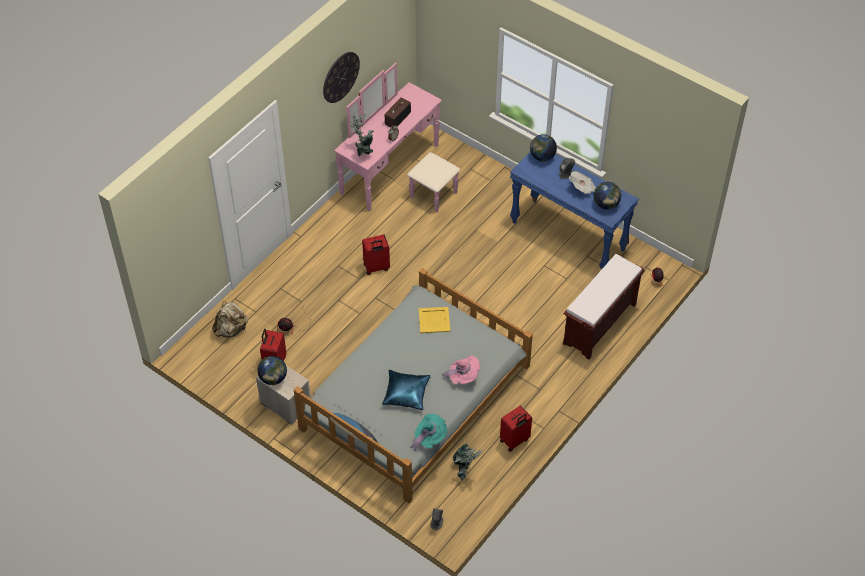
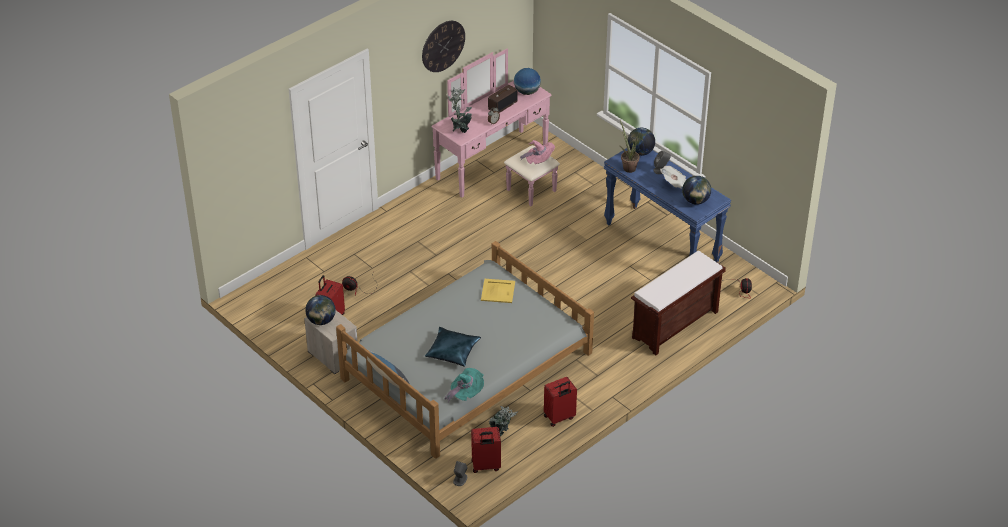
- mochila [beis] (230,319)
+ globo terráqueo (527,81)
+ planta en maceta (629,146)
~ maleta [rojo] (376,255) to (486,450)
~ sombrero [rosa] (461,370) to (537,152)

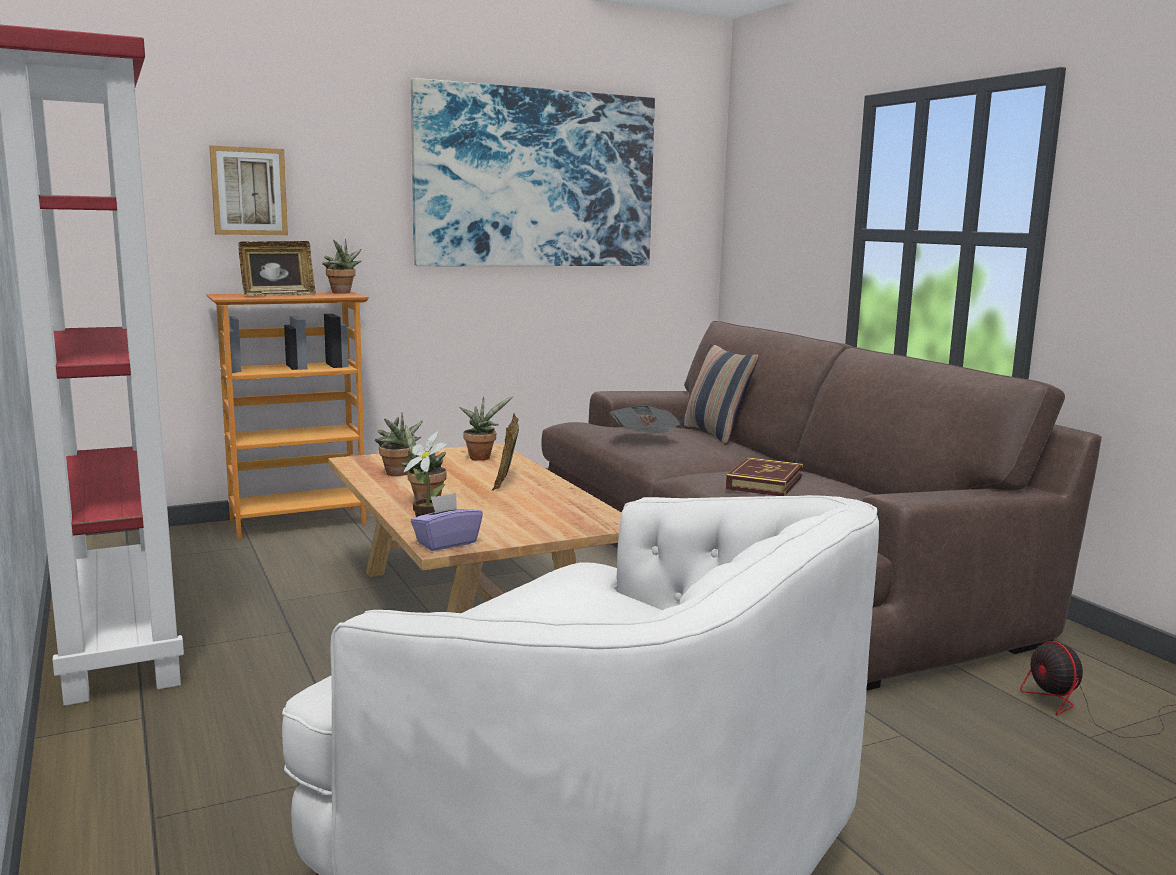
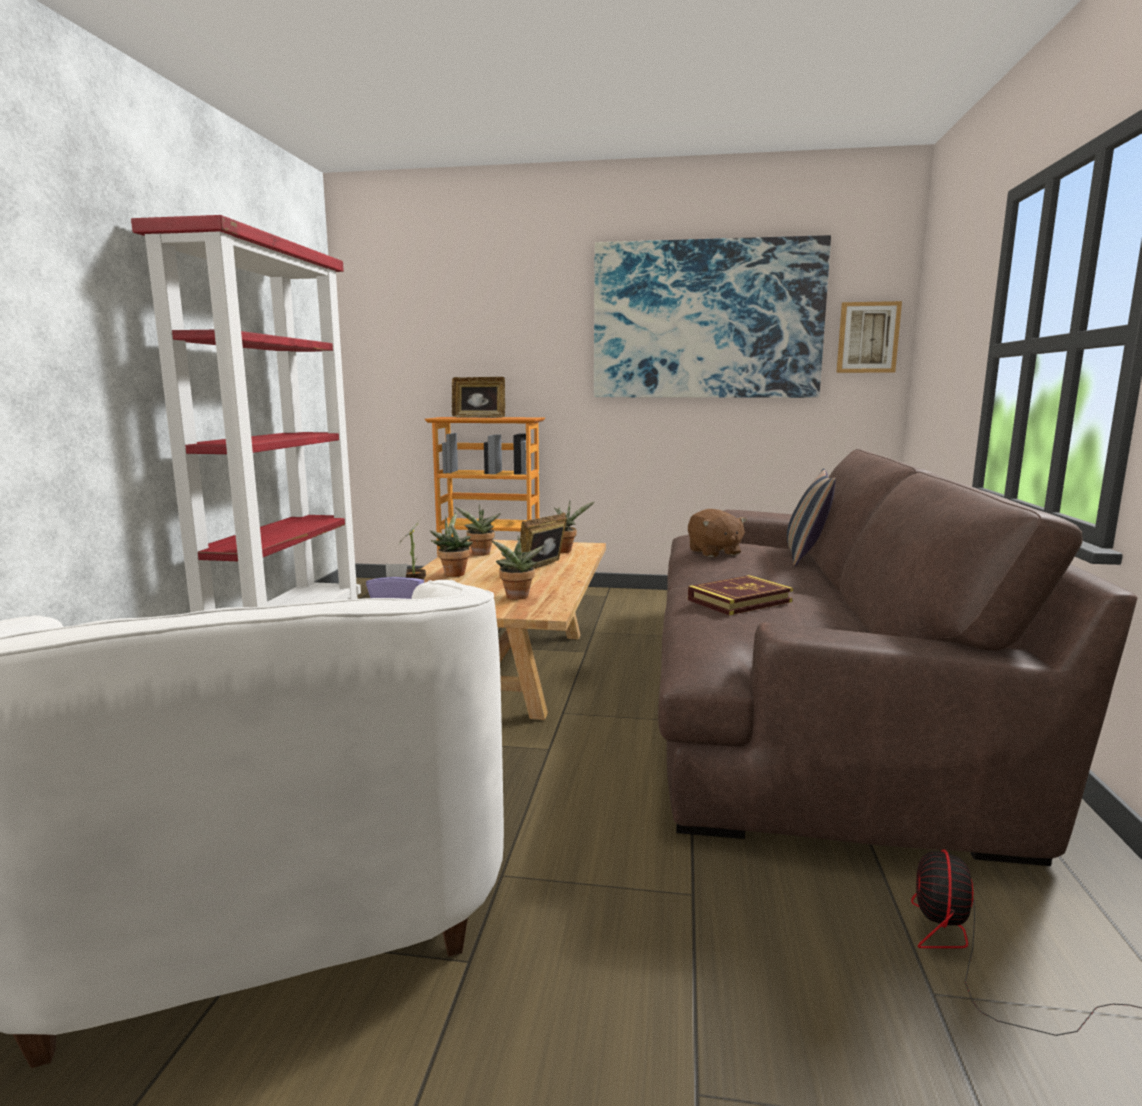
~ cuadro (248,190) to (869,337)
~ planta en maceta (341,266) to (518,567)
~ periódico (645,419) to peluche [marrón] (717,533)

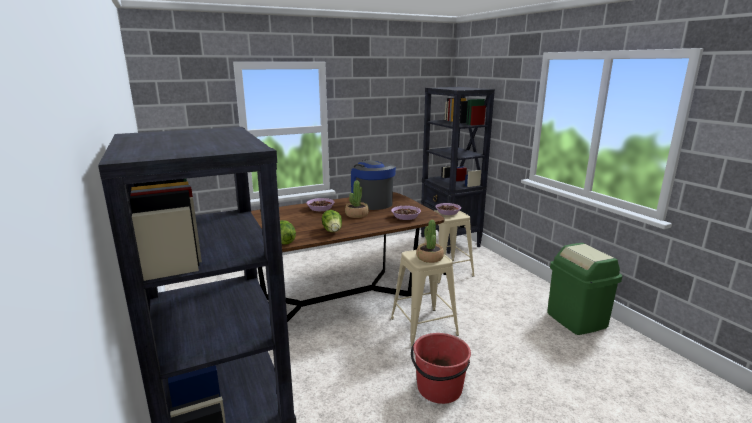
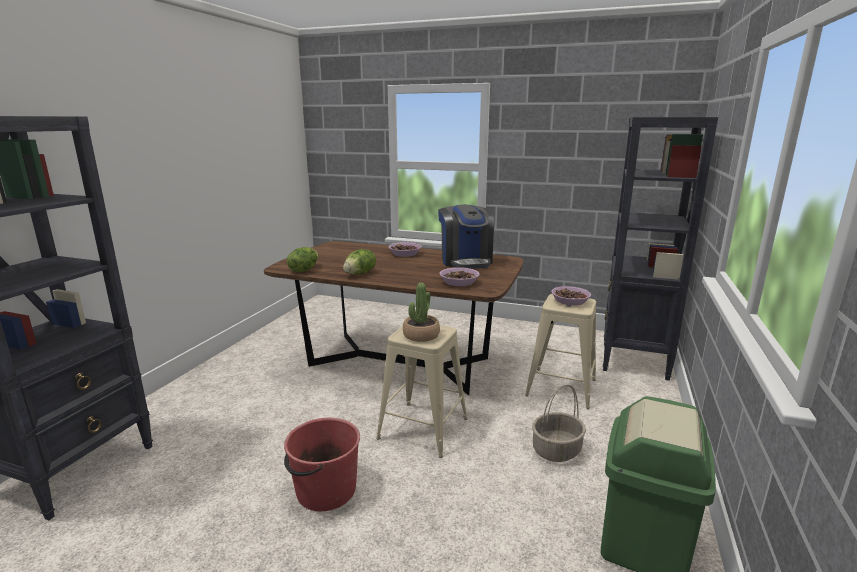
- planta en maceta (357,199)
+ cesta (559,423)
~ cafetera (373,185) = (466,236) 150 degrees clockwise

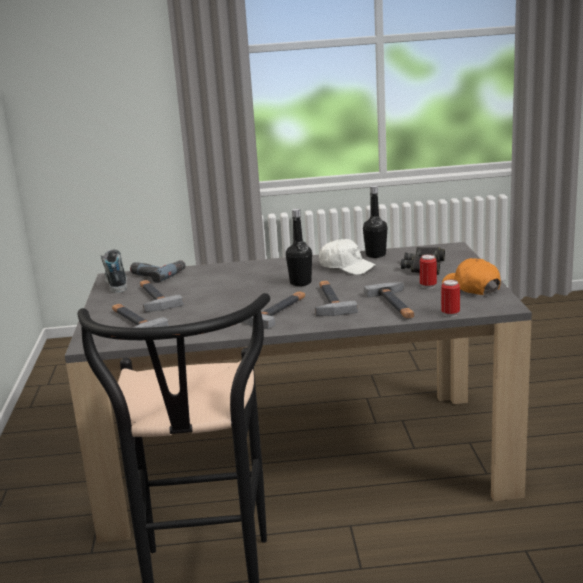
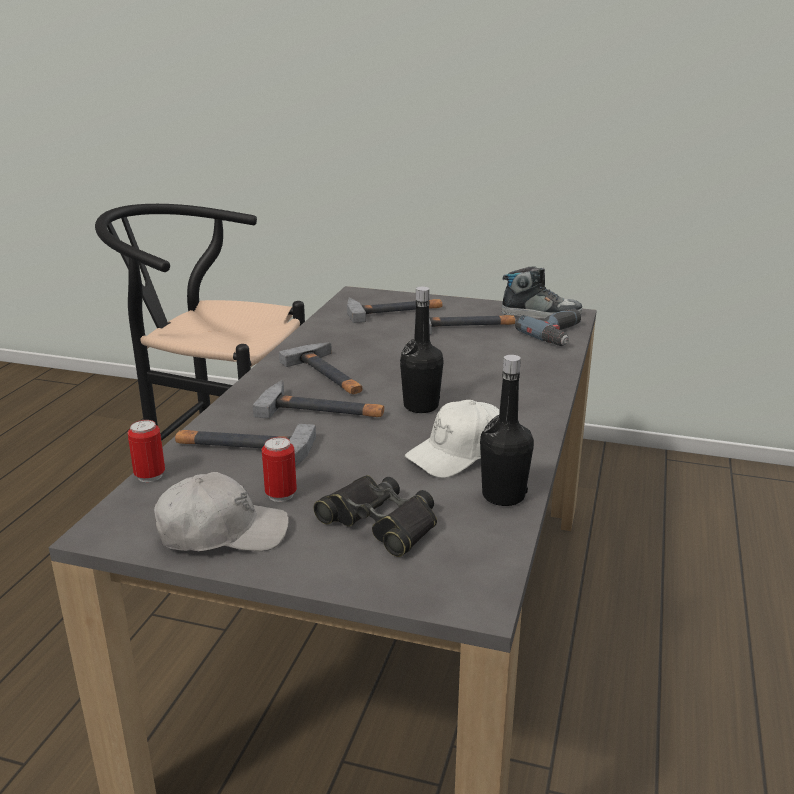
~ gorra [naranja] (471,276) to gorra [blanco] (221,511)

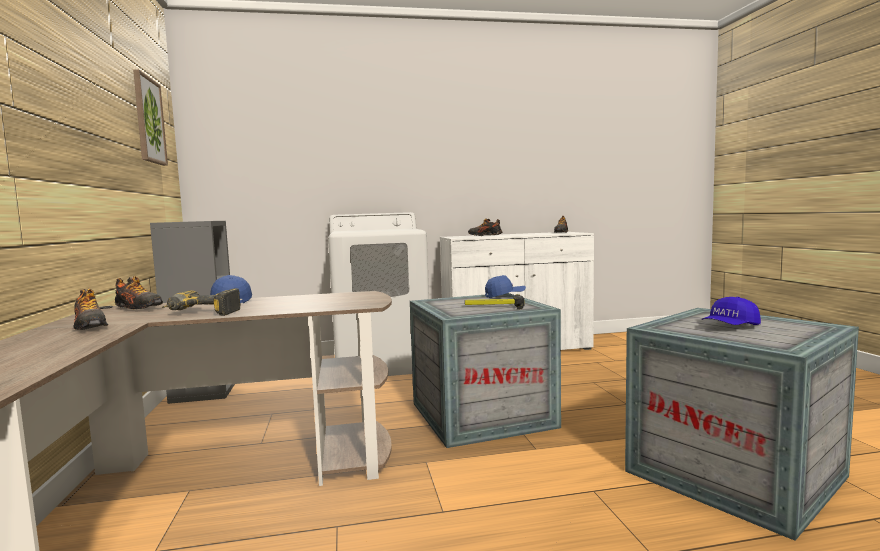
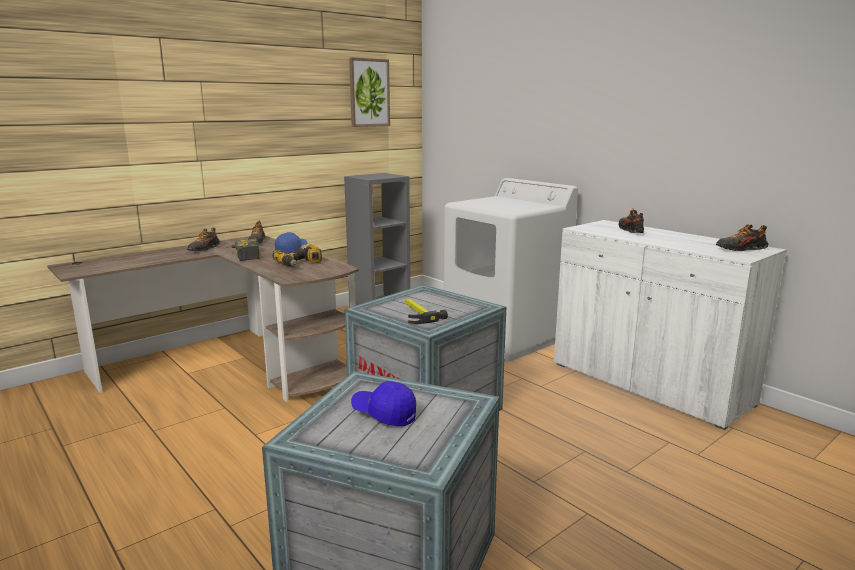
- gorra [azul] (505,286)
+ taladro (297,256)

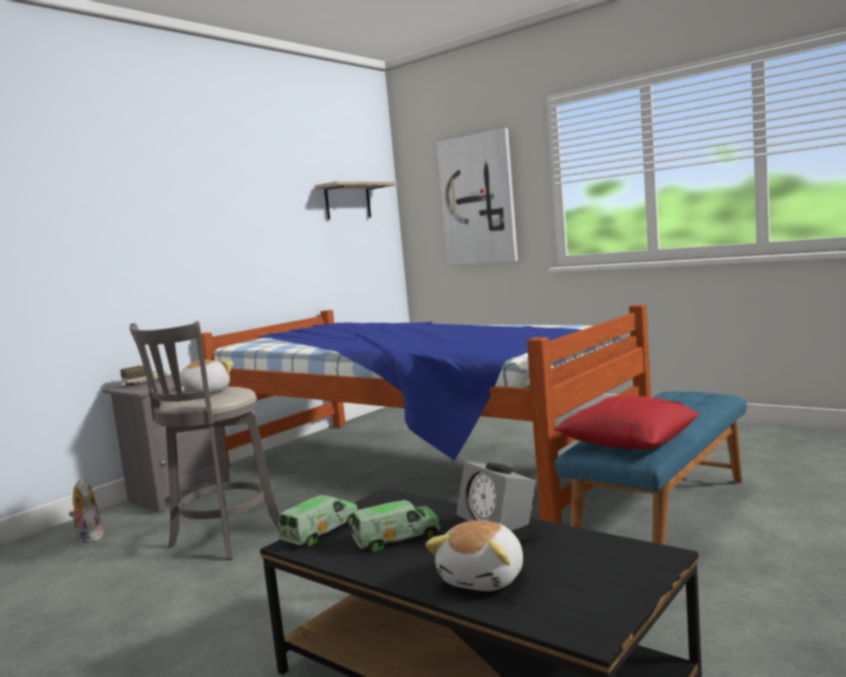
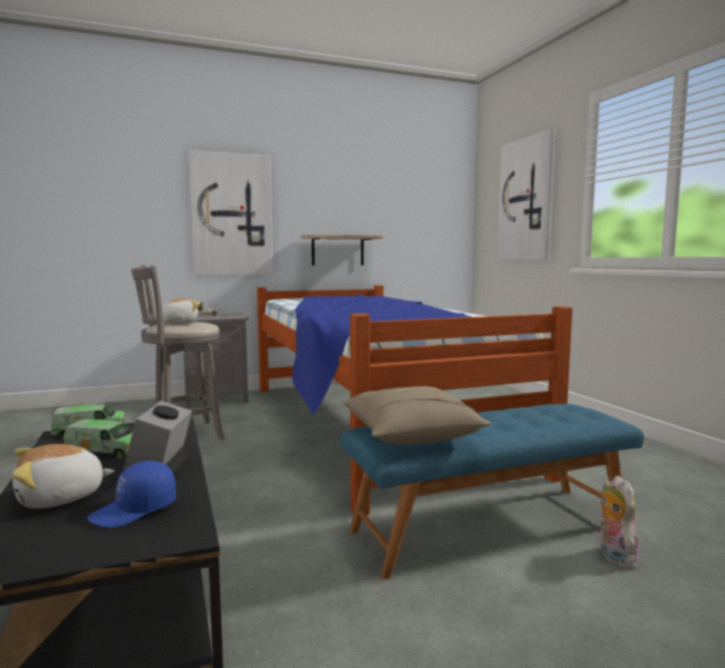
+ gorra [azul] (131,494)
+ cuadro (231,213)
~ peluche (86,510) to (620,522)
~ estante (356,200) to (342,249)
~ cojín [rojo] (626,422) to cojín [beis] (416,415)

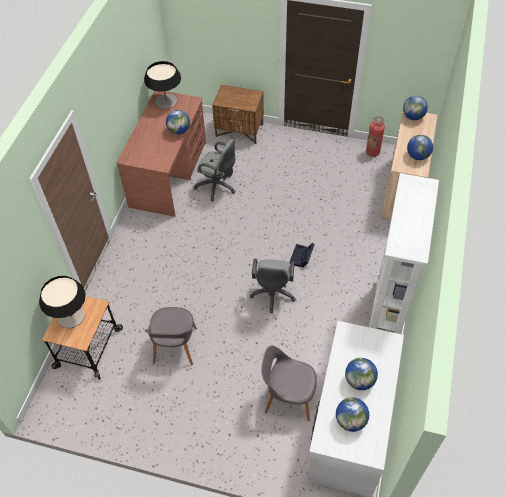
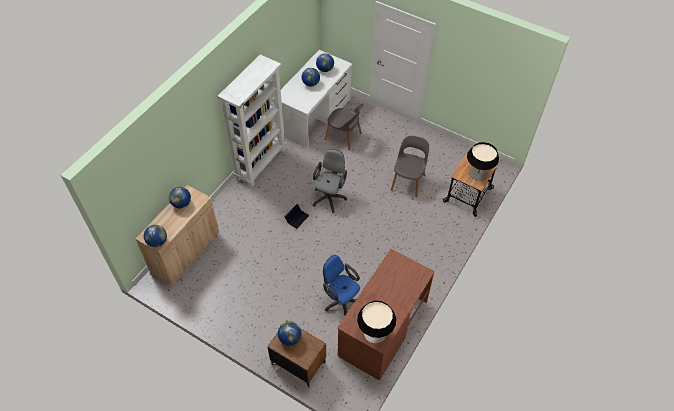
- extintor (375,137)
~ globo terráqueo (178,122) to (290,333)
~ silla de oficina [gris] (215,170) to silla de oficina [azul] (341,285)

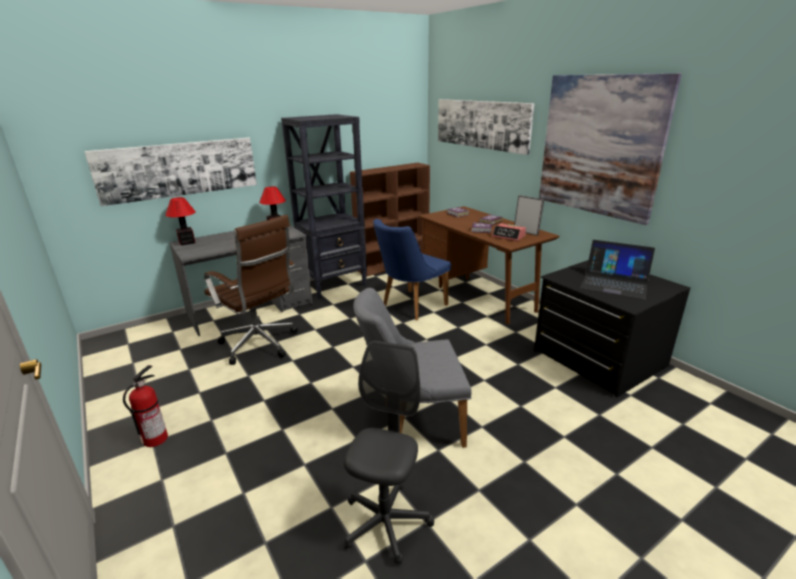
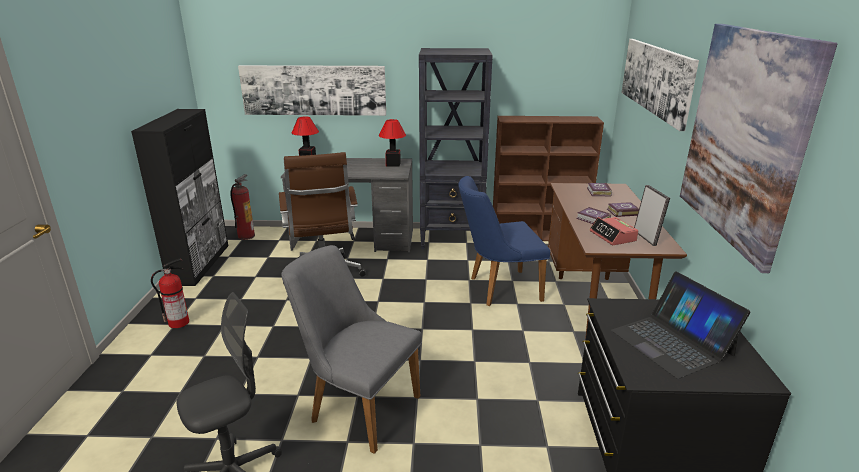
+ armario [negro] (179,197)
+ extintor (242,207)

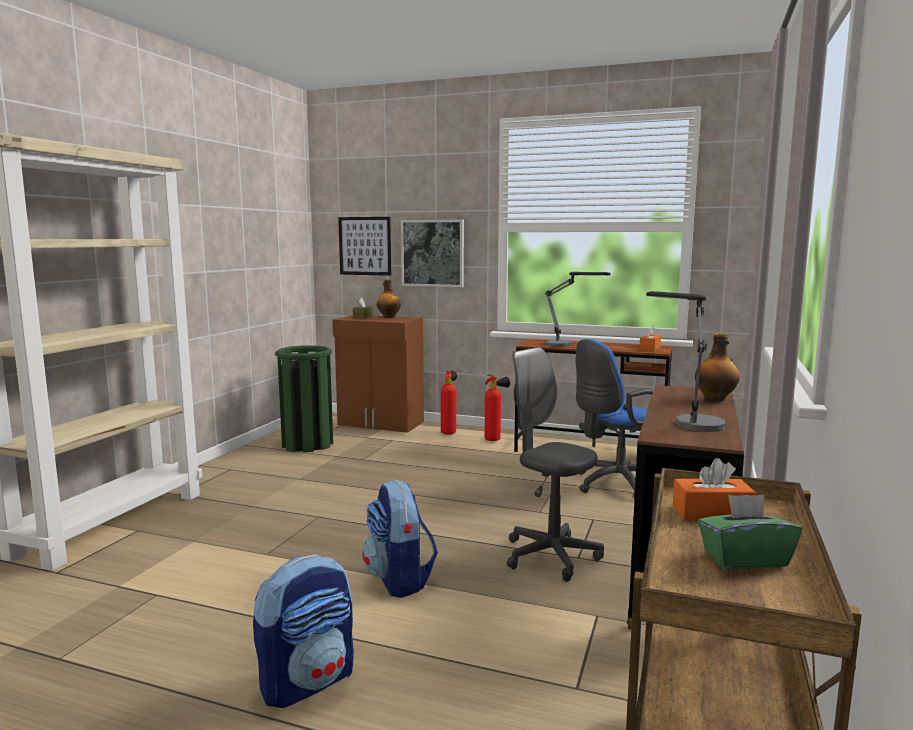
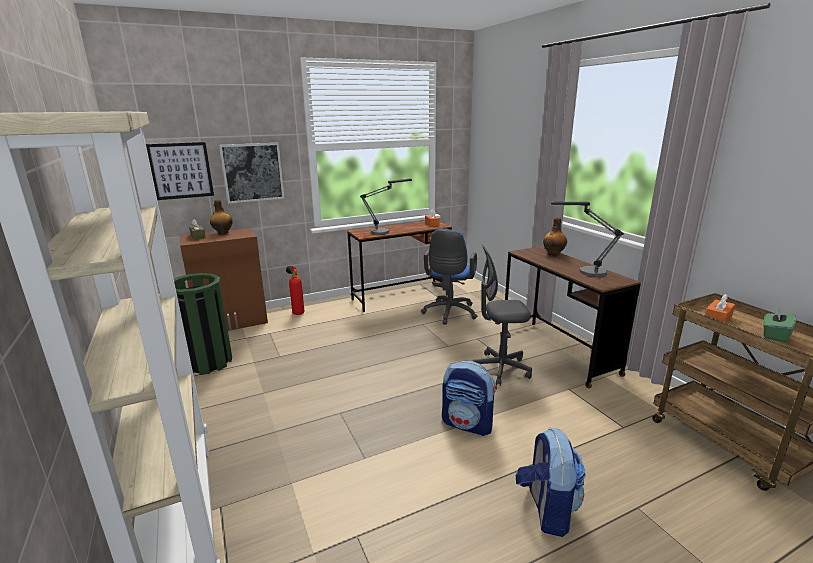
- extintor (497,408)

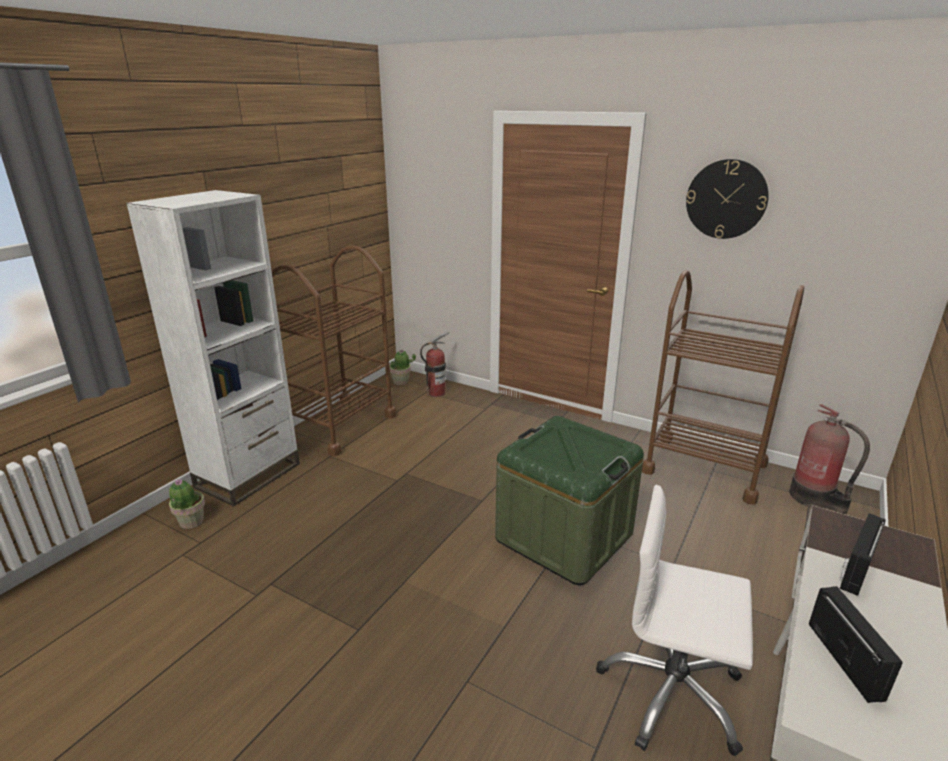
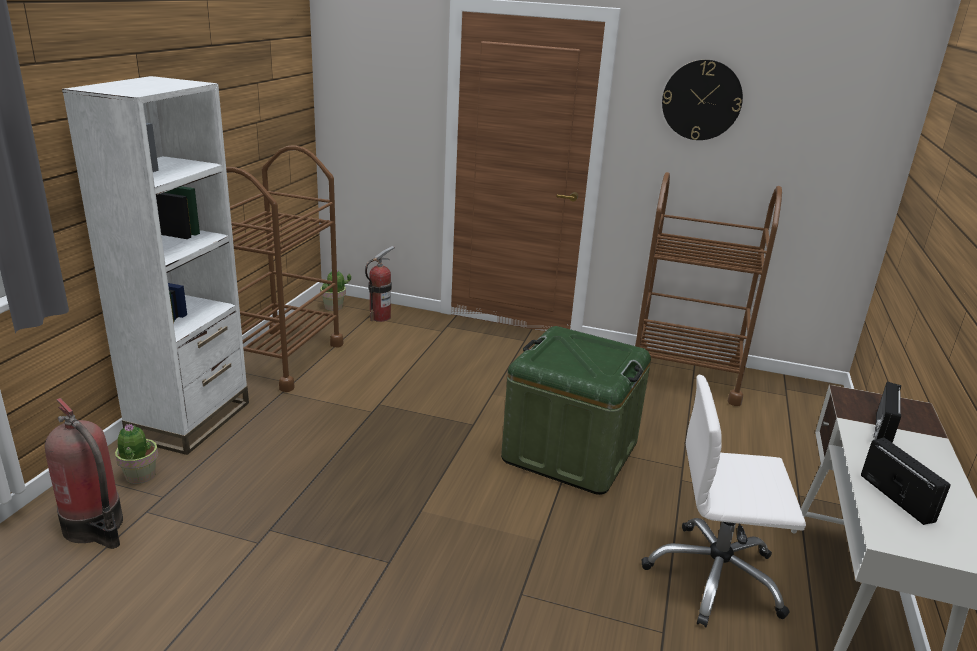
~ extintor (829,459) to (84,473)

